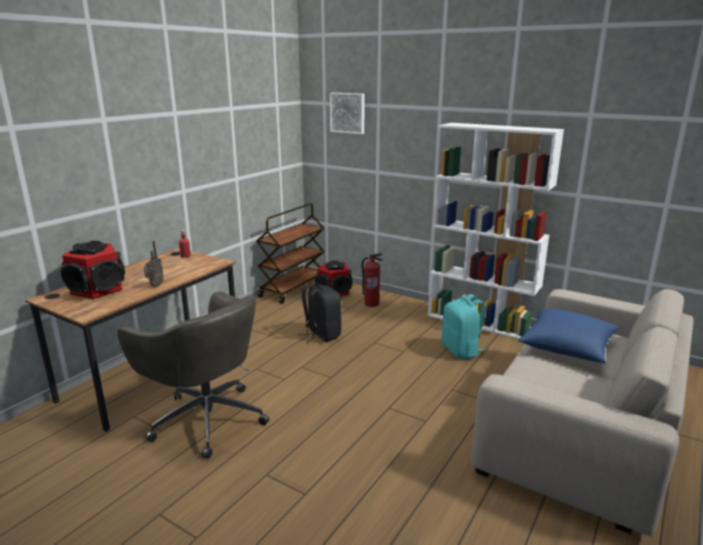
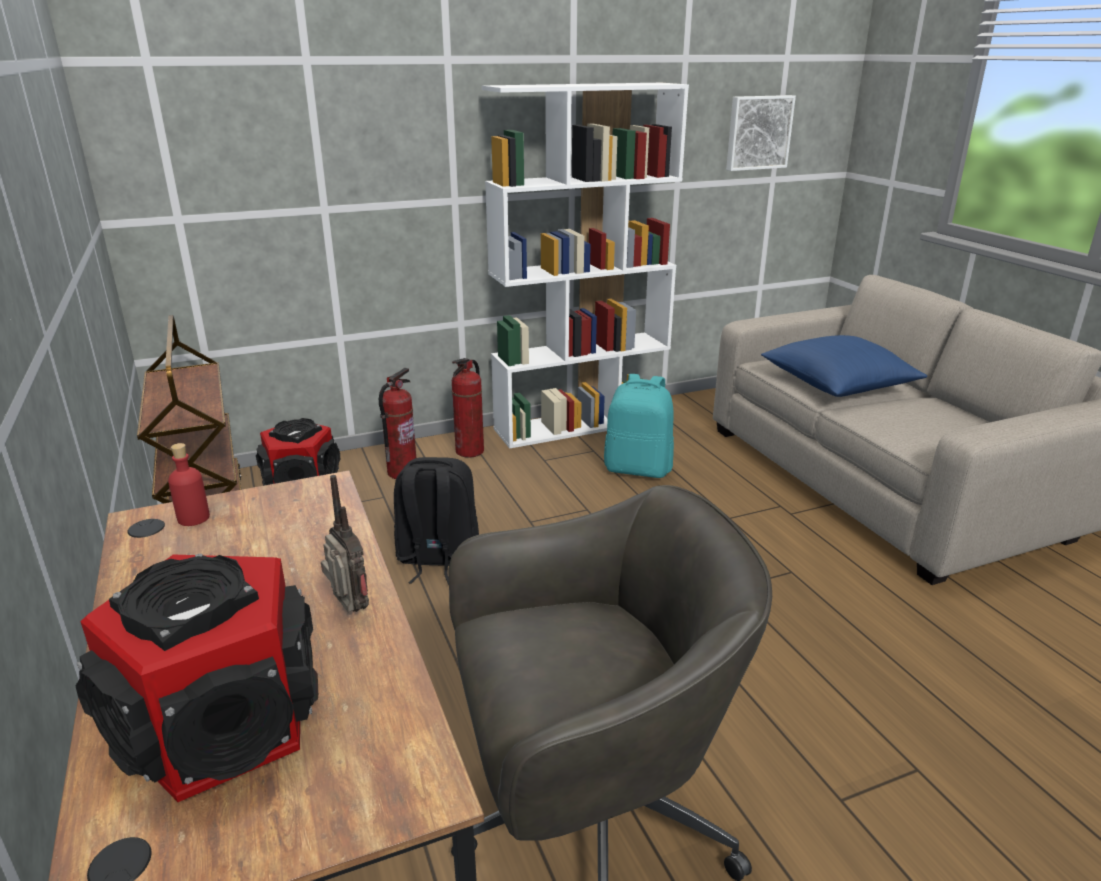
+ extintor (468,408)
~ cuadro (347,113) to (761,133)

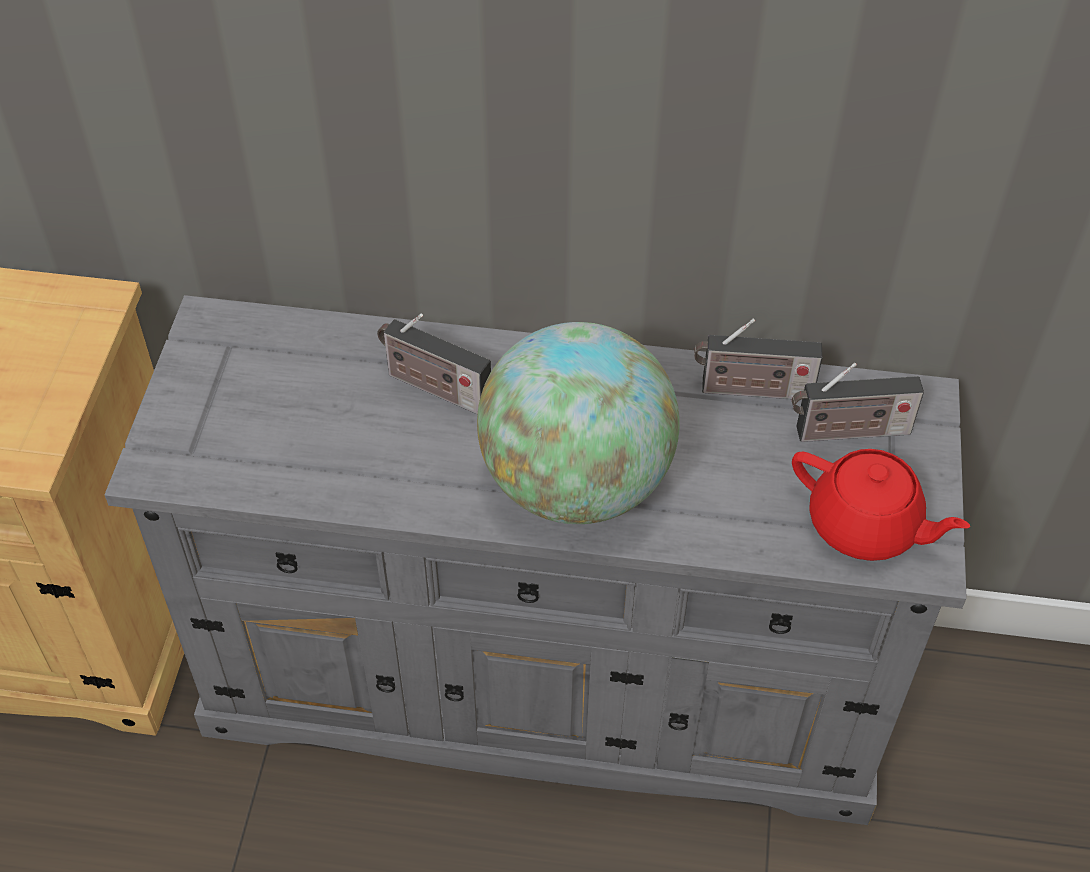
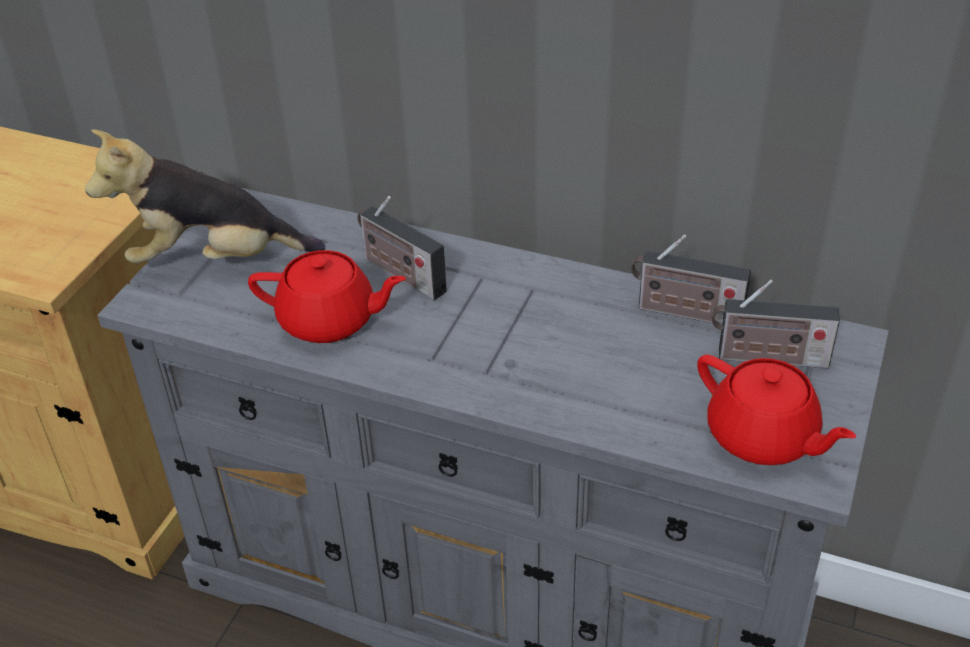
- globo terráqueo (578,423)
+ peluche (205,196)
+ tetera [rojo] (327,296)

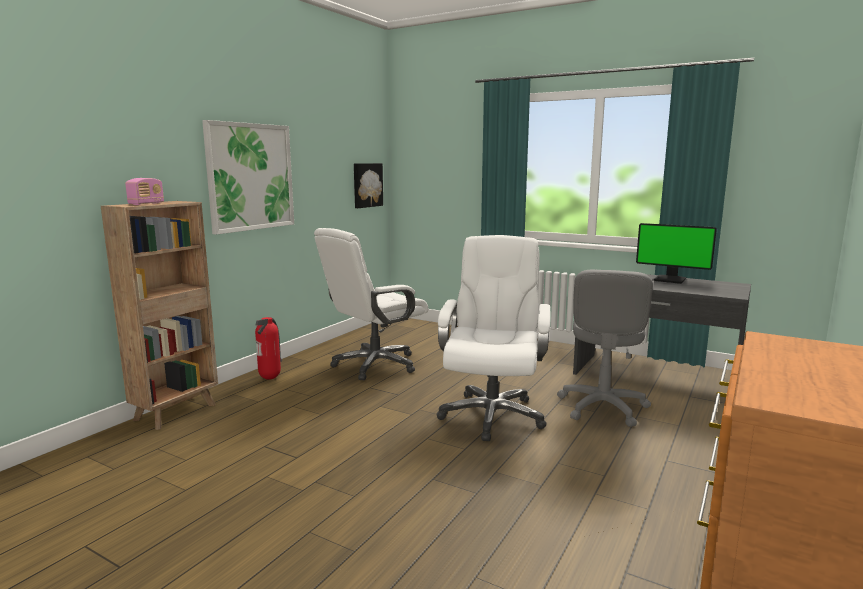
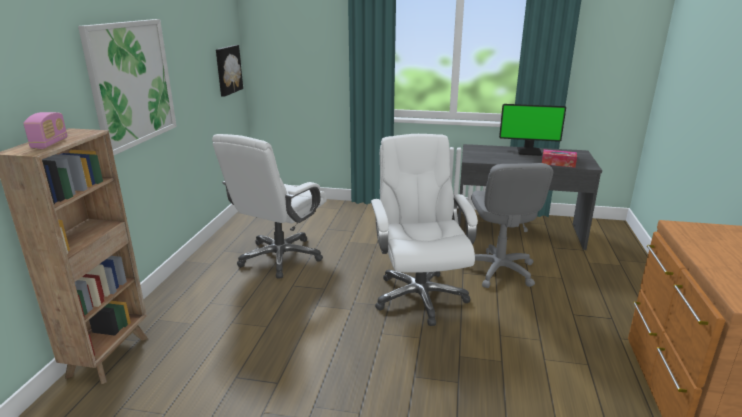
- extintor (268,348)
+ caja de pañuelos (559,158)

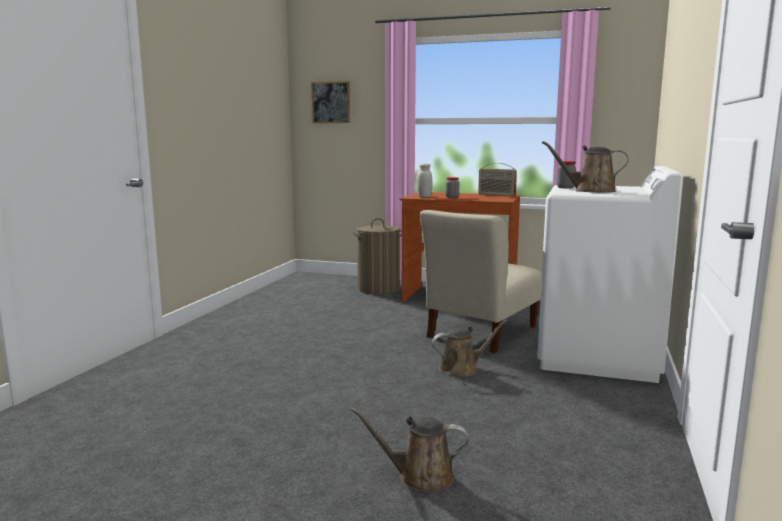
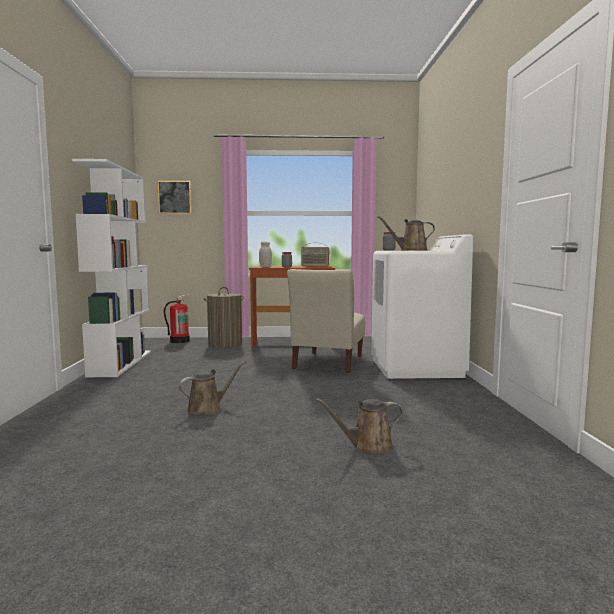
+ estantería [blanco] (111,268)
+ extintor (178,318)
~ regadera [marrón] (470,348) to (212,387)

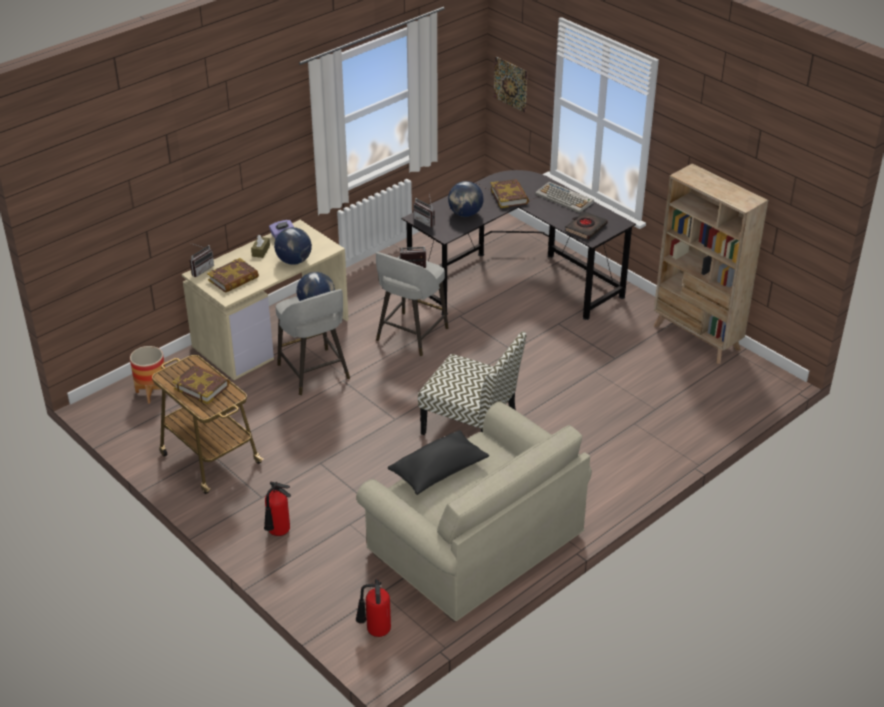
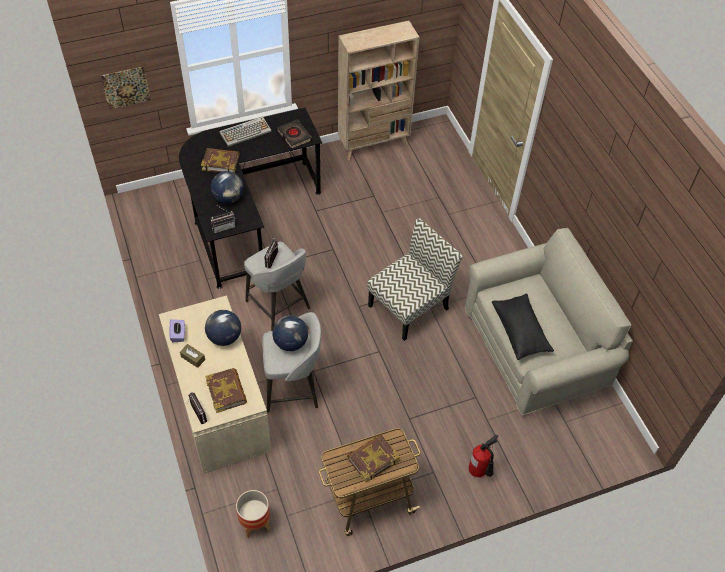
- extintor (373,608)

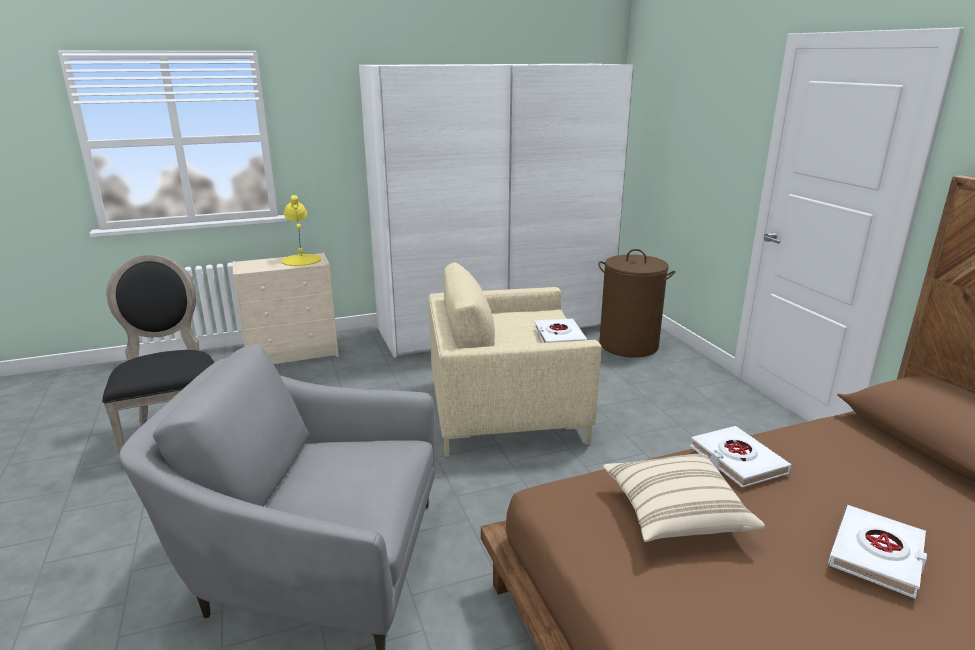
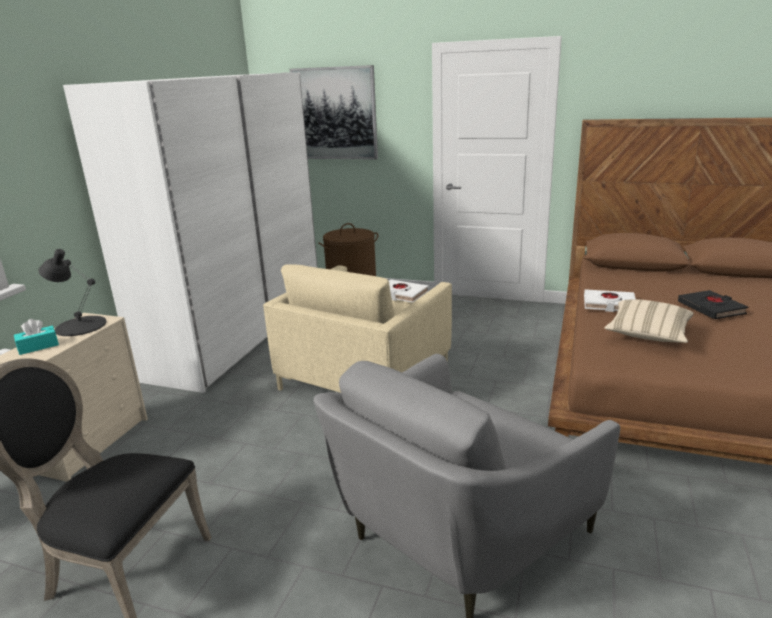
+ caja de pañuelos [turquesa] (36,337)
+ cuadro (334,112)
~ lámpara de mesa [amarillo] (301,230) to lámpara de mesa [negro] (72,292)
~ libro [blanco] (877,552) to libro [negro] (713,304)

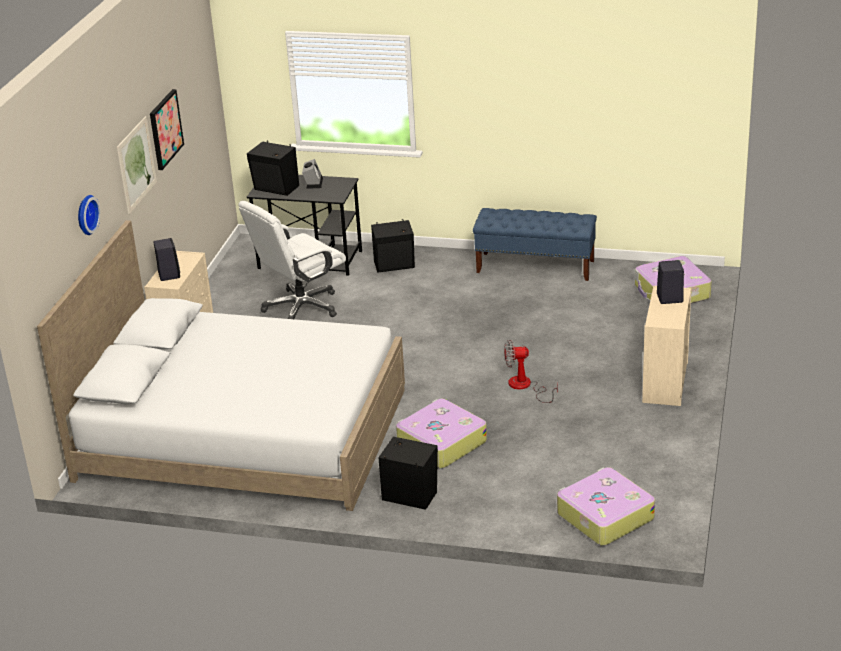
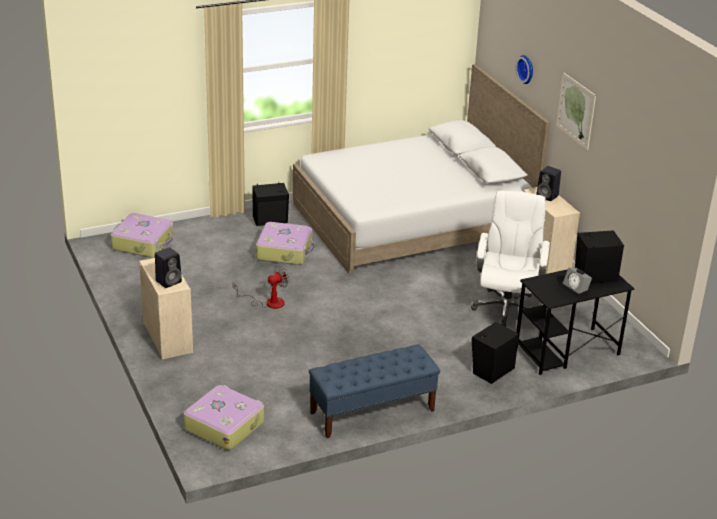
- cuadro (167,129)

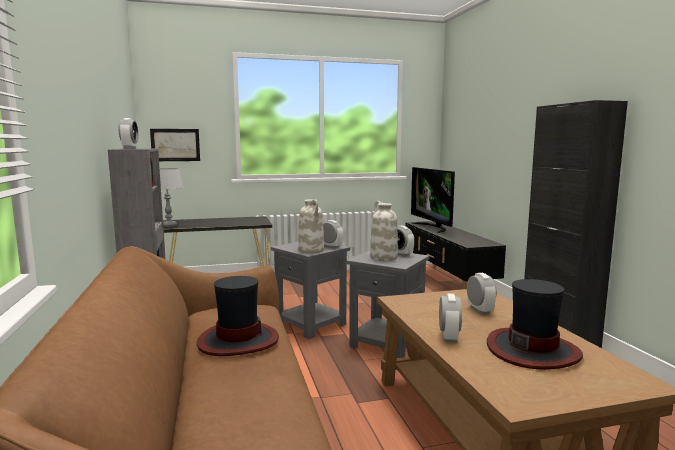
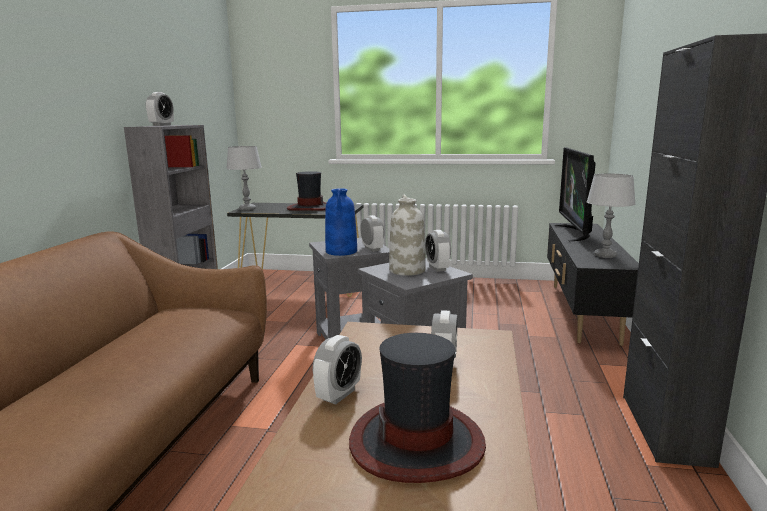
- cuadro (175,145)
+ lámpara de mesa [gris] (611,215)
~ sombrero (238,316) to (307,191)
~ florero [blanco] (311,226) to florero [azul] (341,222)

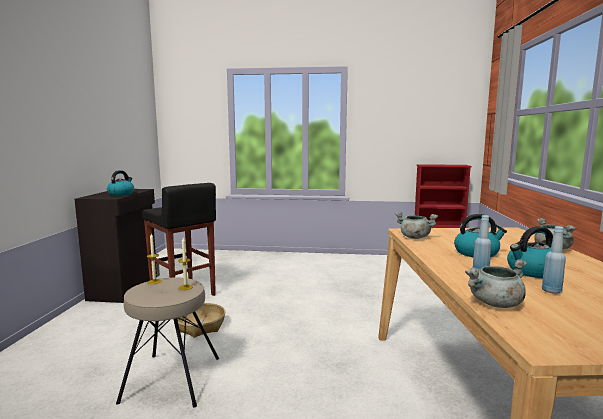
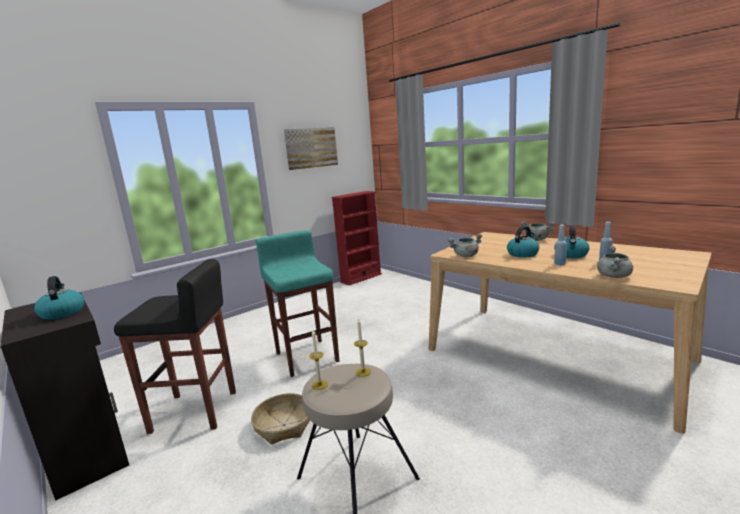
+ taburete [turquesa] (297,303)
+ cuadro (311,148)

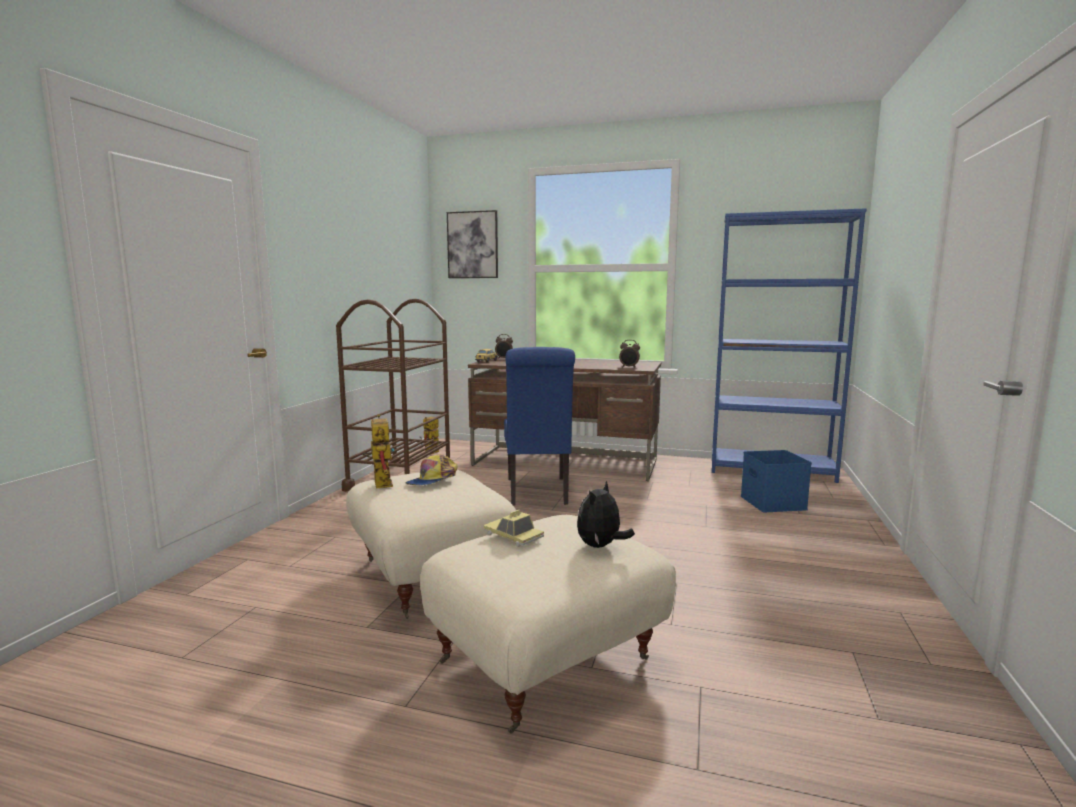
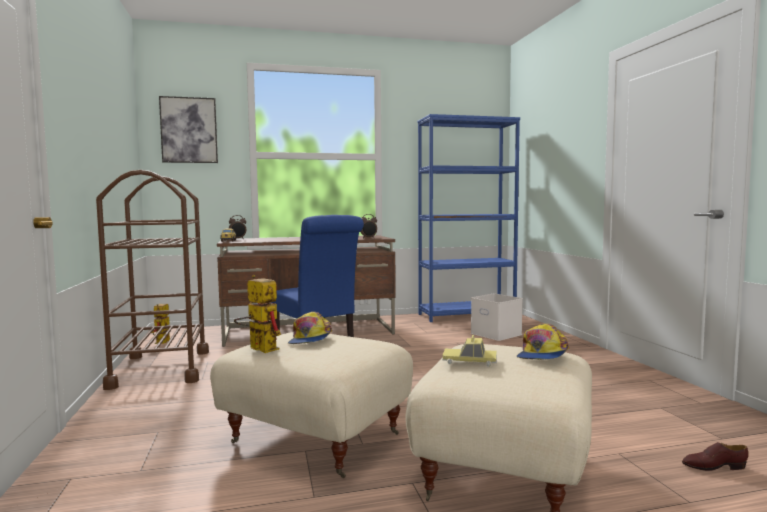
+ zapato [marrón] (715,456)
~ peluche (606,514) to gorra (543,341)
~ caja de almacenaje [azul] (776,481) to caja de almacenaje [blanco] (497,317)

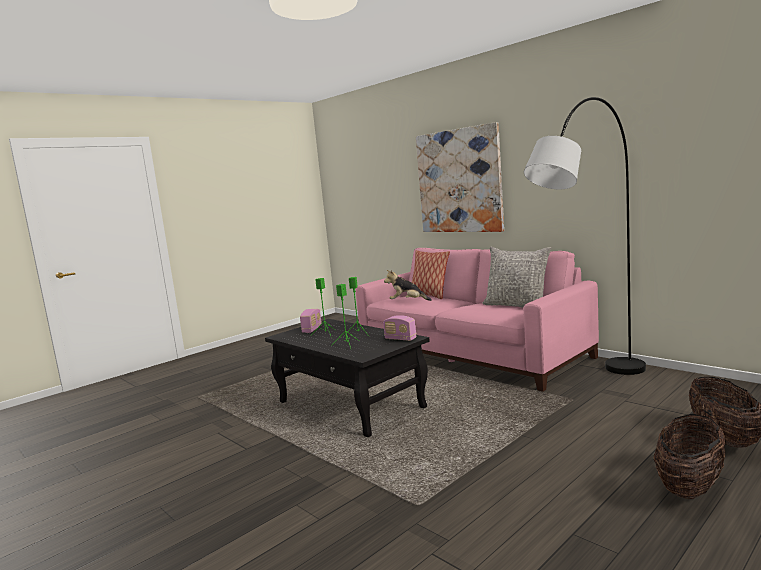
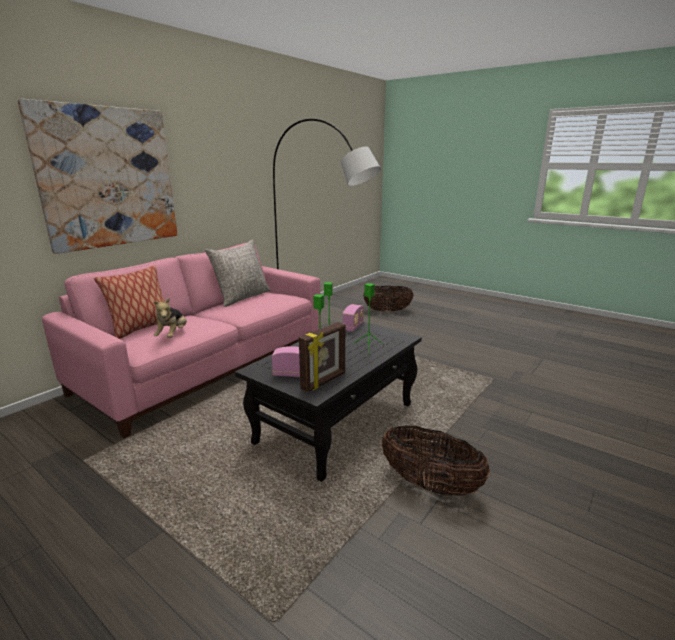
+ portarretratos (322,357)
~ cesta (689,456) to (435,461)

